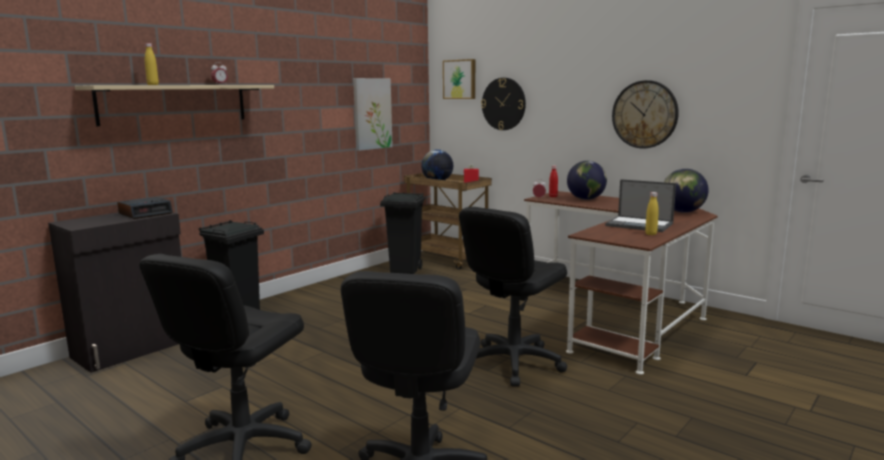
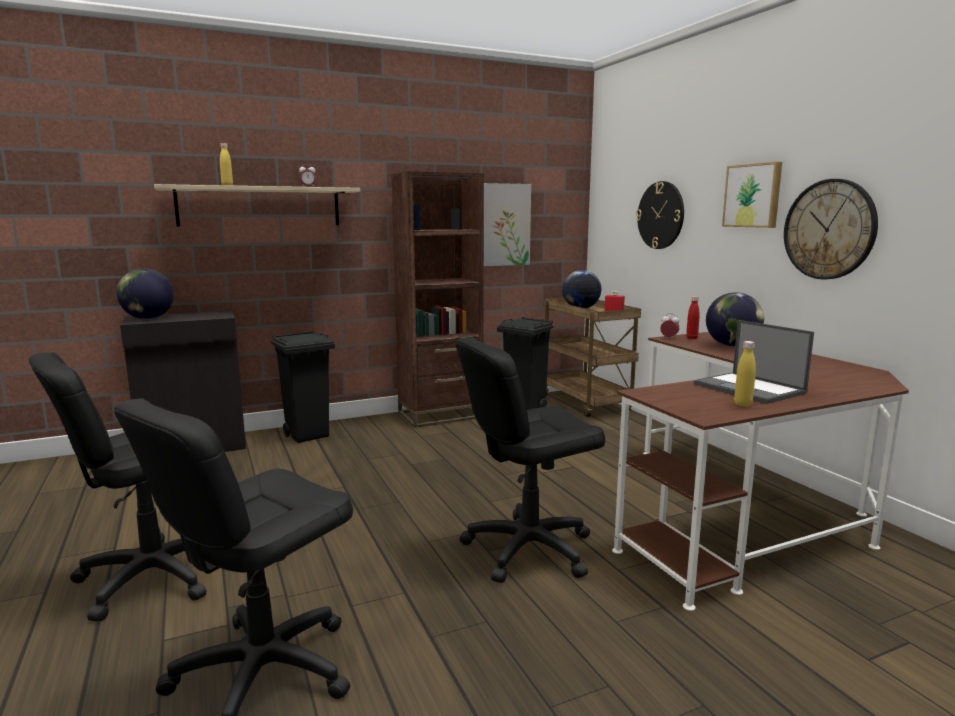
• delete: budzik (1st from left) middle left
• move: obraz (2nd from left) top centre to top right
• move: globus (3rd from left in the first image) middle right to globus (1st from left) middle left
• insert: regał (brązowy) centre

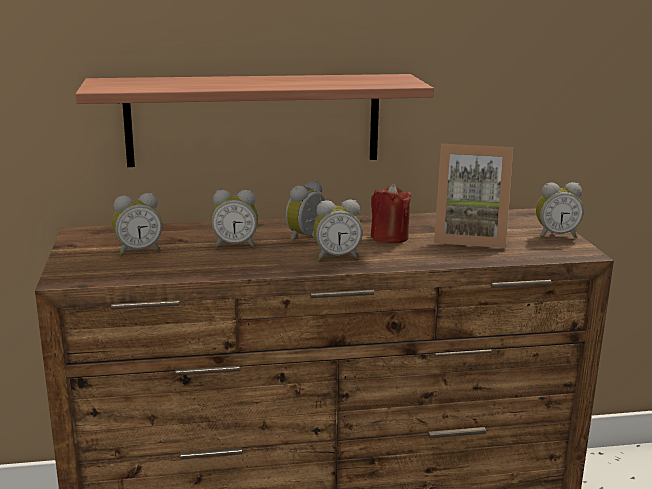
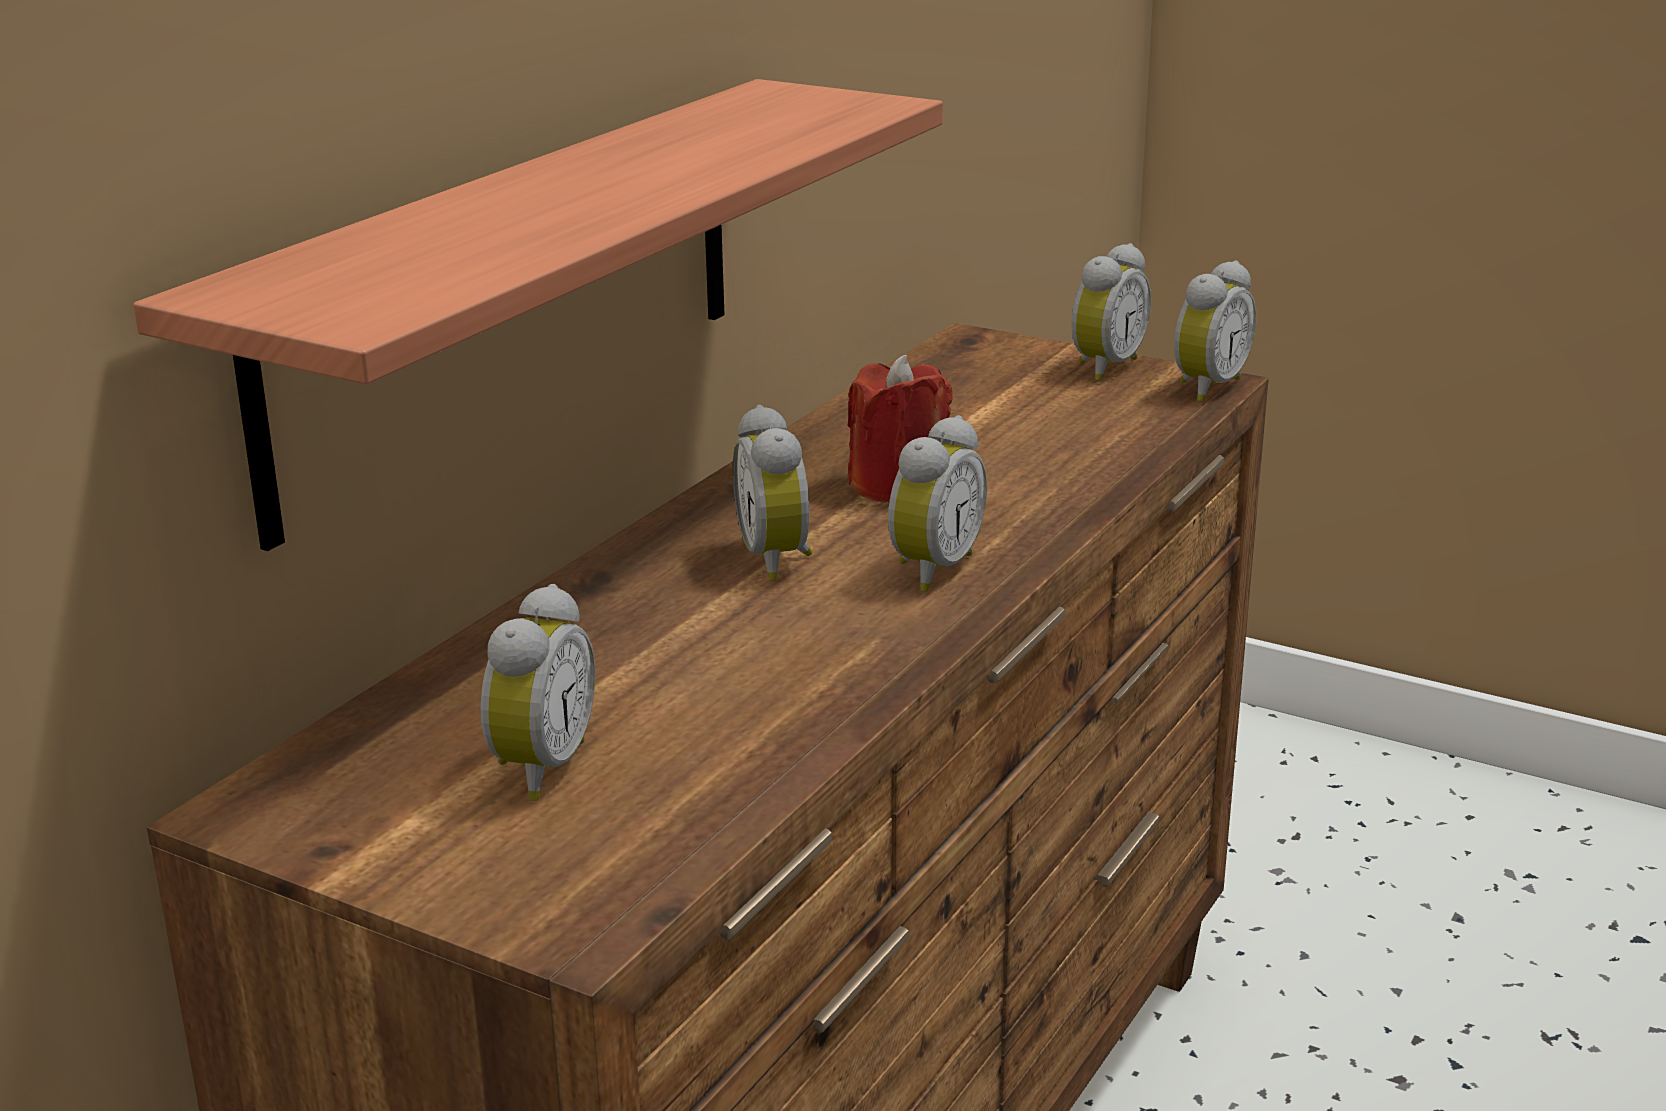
• move: budzik (2nd from left in the first image) centre to budzik (5th from left) top right
• delete: ramka na zdjęcie middle right

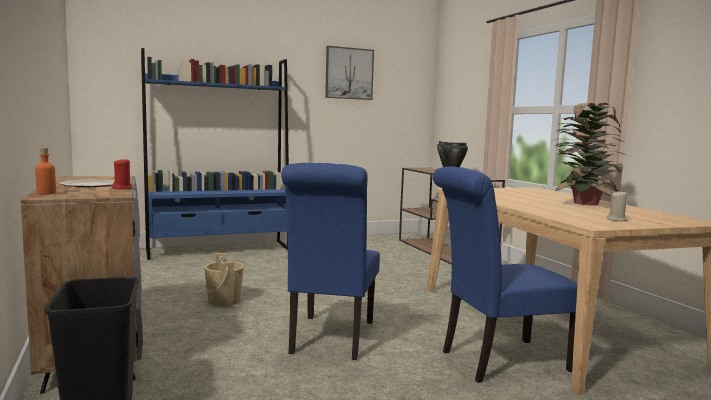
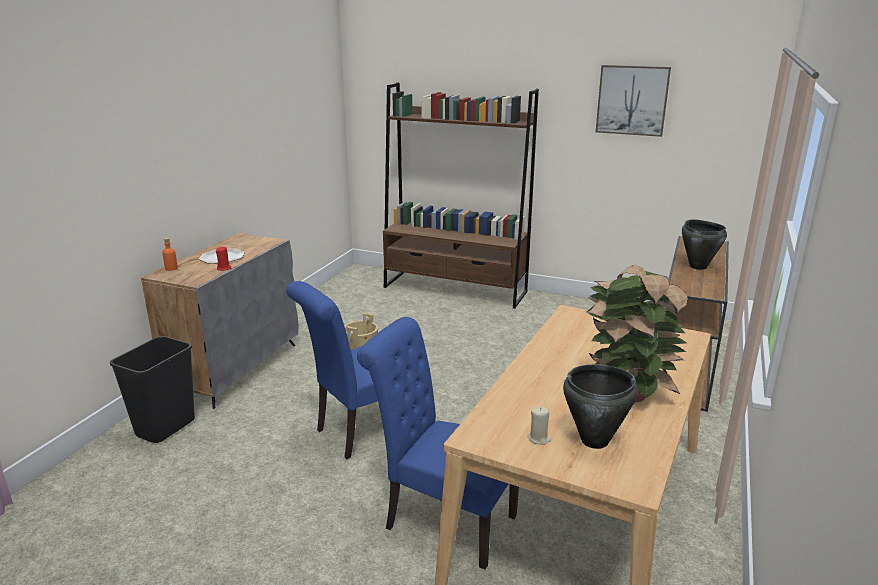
• recolor: regał (niebieski) middle left to regał (brązowy) centre
• insert: garnek (czarny) (1st from left) bottom right

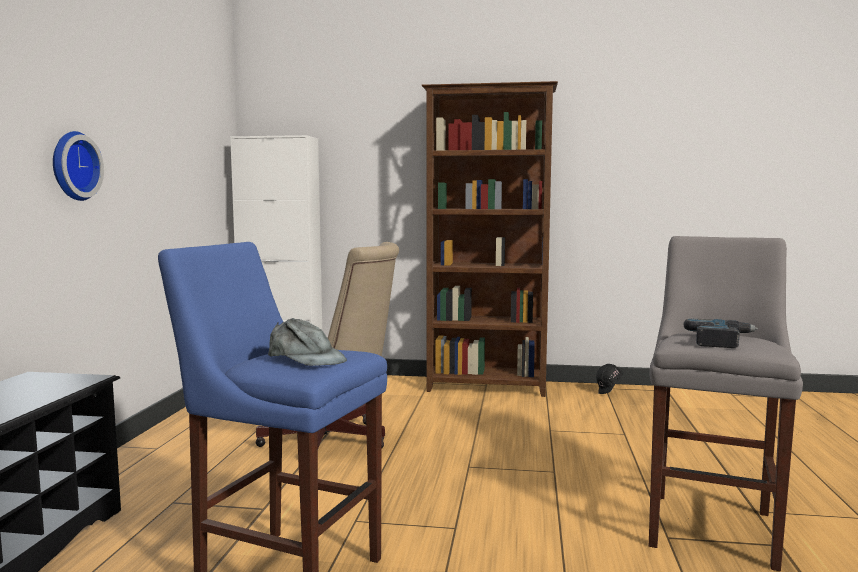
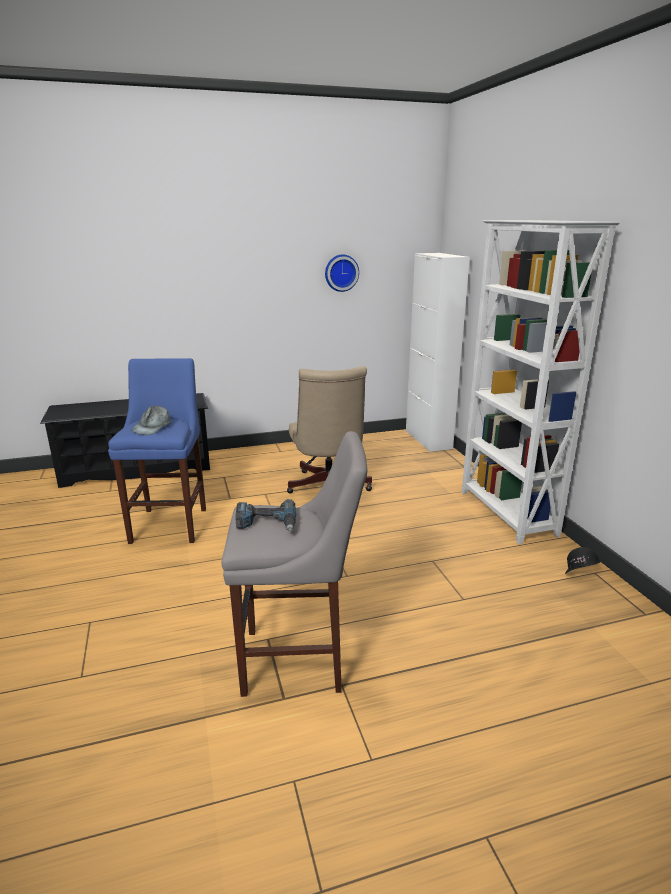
• move: zegar ścienny top left to top centre
• recolor: regał (brązowy) centre to regał (biały) middle right

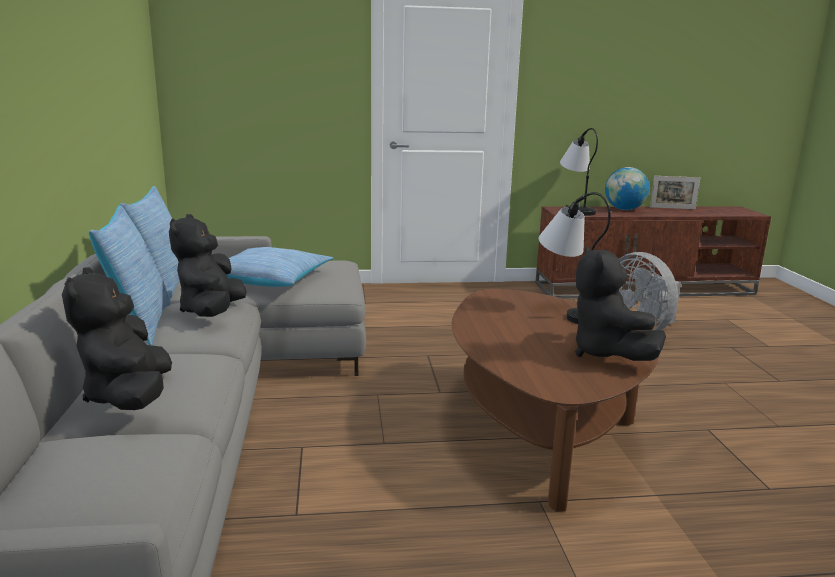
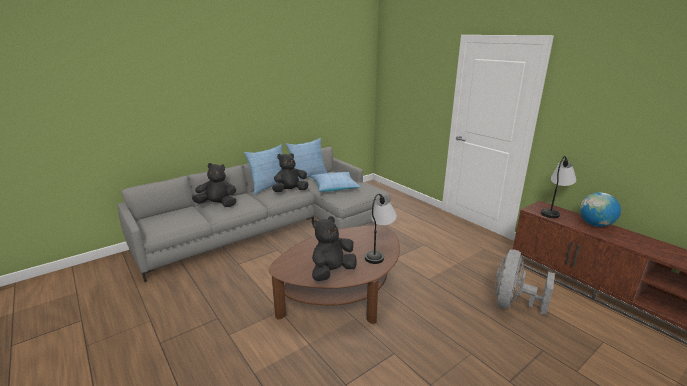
• rotate: pluszak (czarny) (1st from left) middle left = middle left 45 degrees clockwise
• delete: ramka na zdjęcie top right

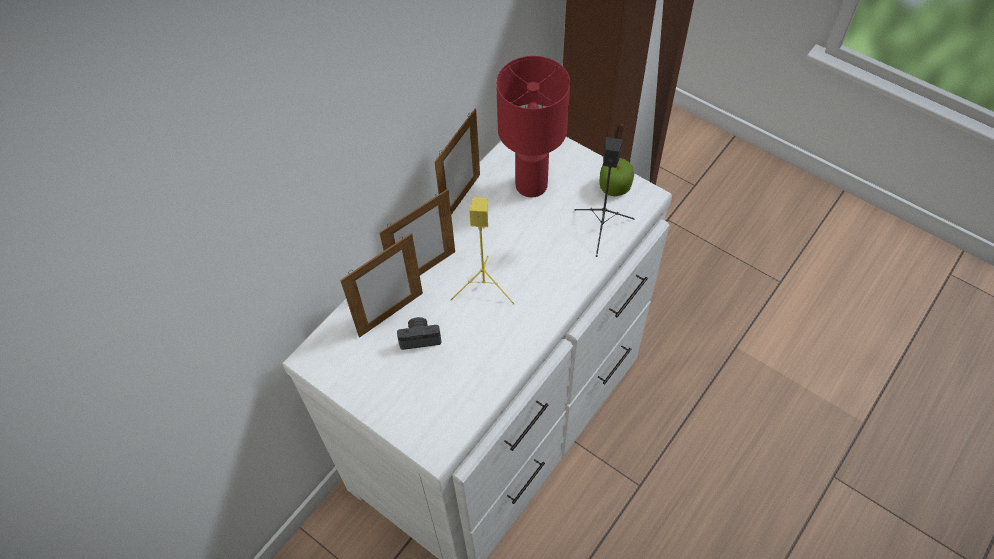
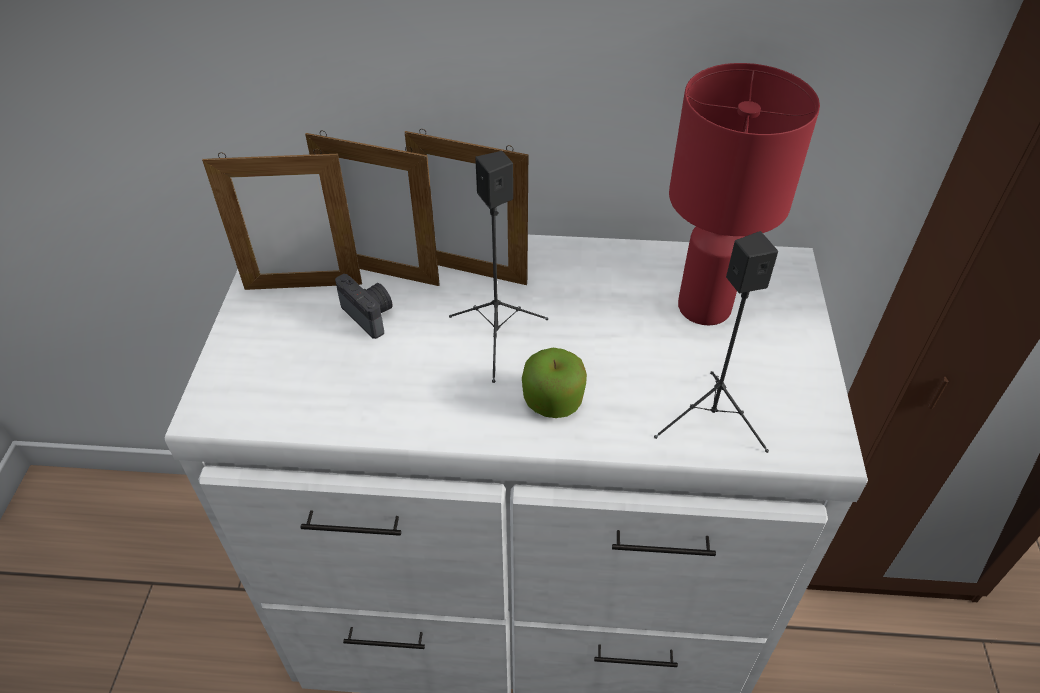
• move: ramka na zdjęcie (3rd from left in the first image) top centre to ramka na zdjęcie (1st from left) top left
• recolor: głośnik (żółty) centre to głośnik (czarny) (1st from left) centre
• move: jabłko top centre to centre

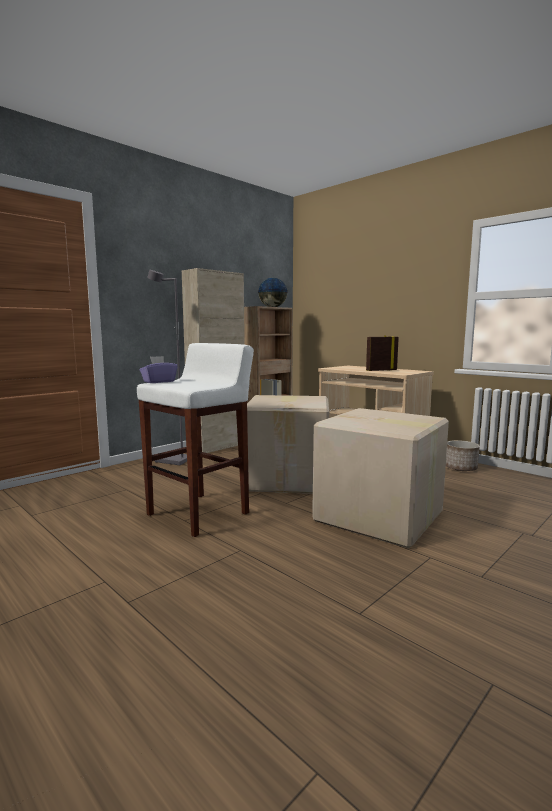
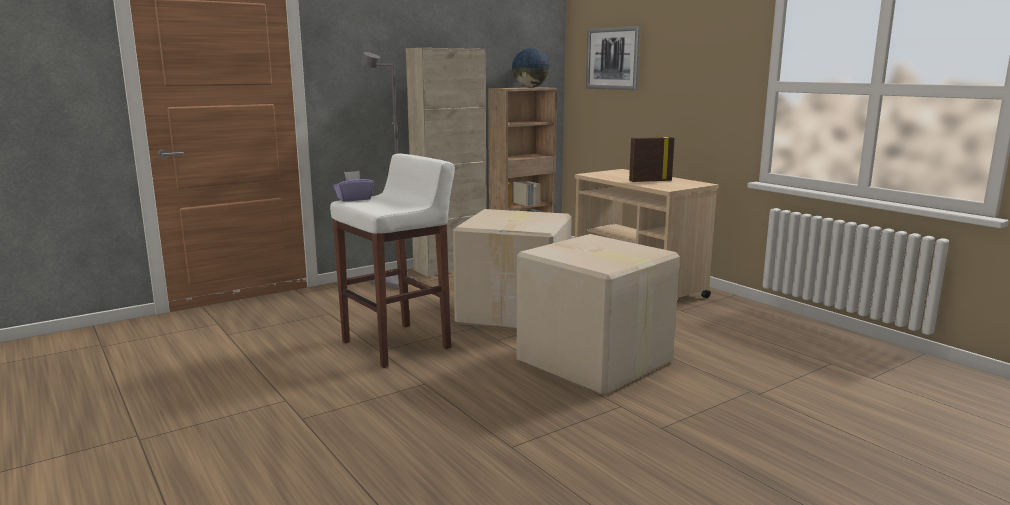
• delete: donica middle right
• insert: obraz top centre

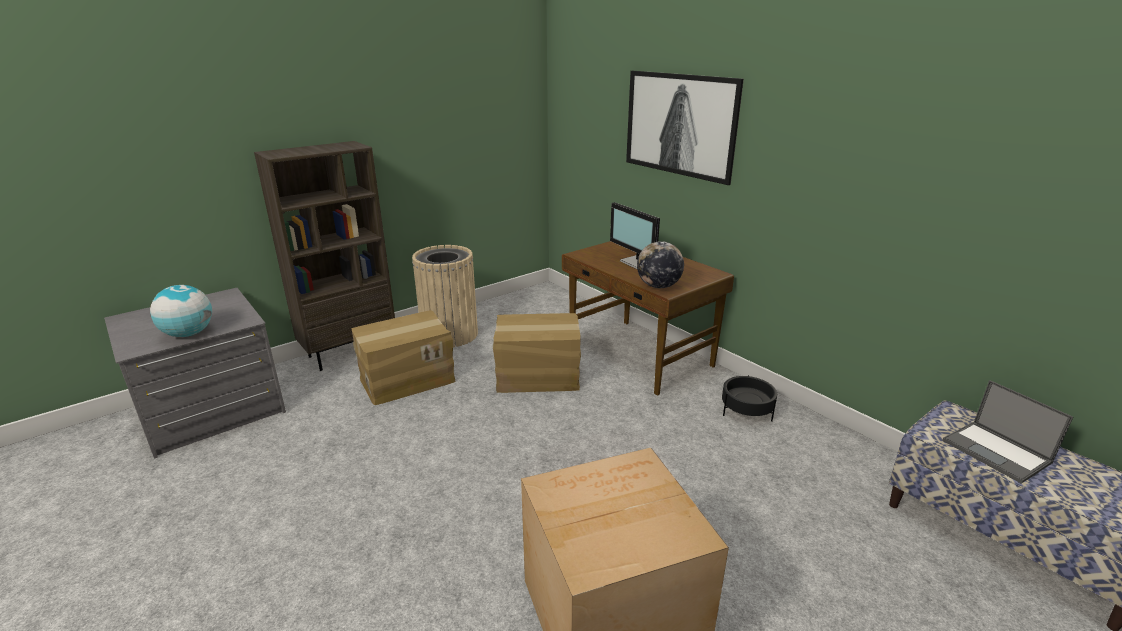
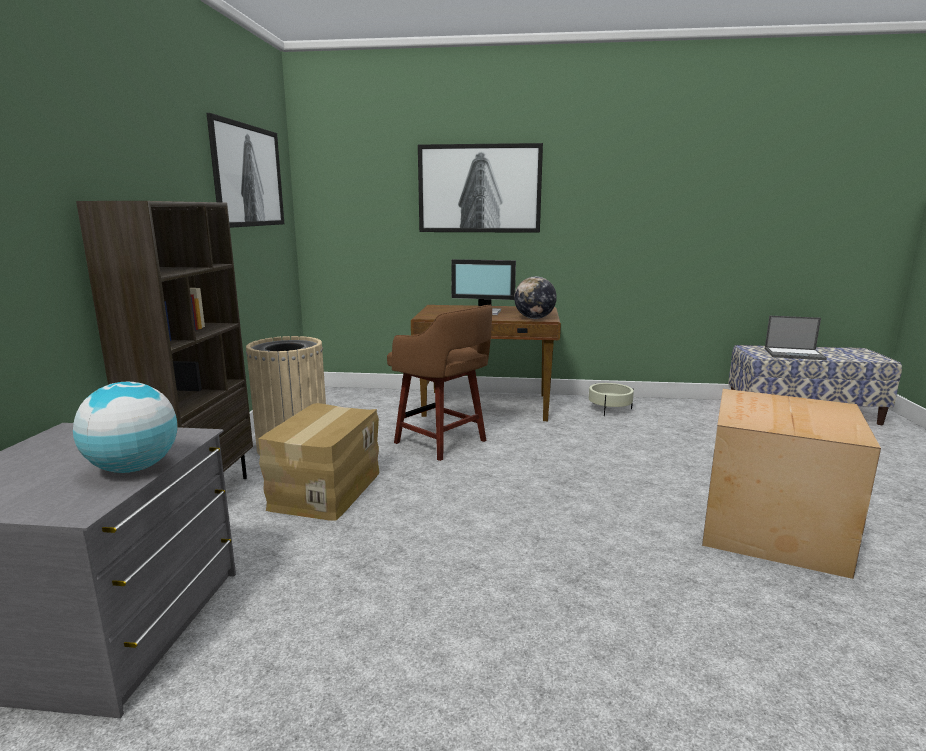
• replace: karton (2nd from left) centre to stołek (brązowy) centre
• recolor: donica (czarny) middle right to donica (beżowy) centre
• insert: obraz (1st from left) top left

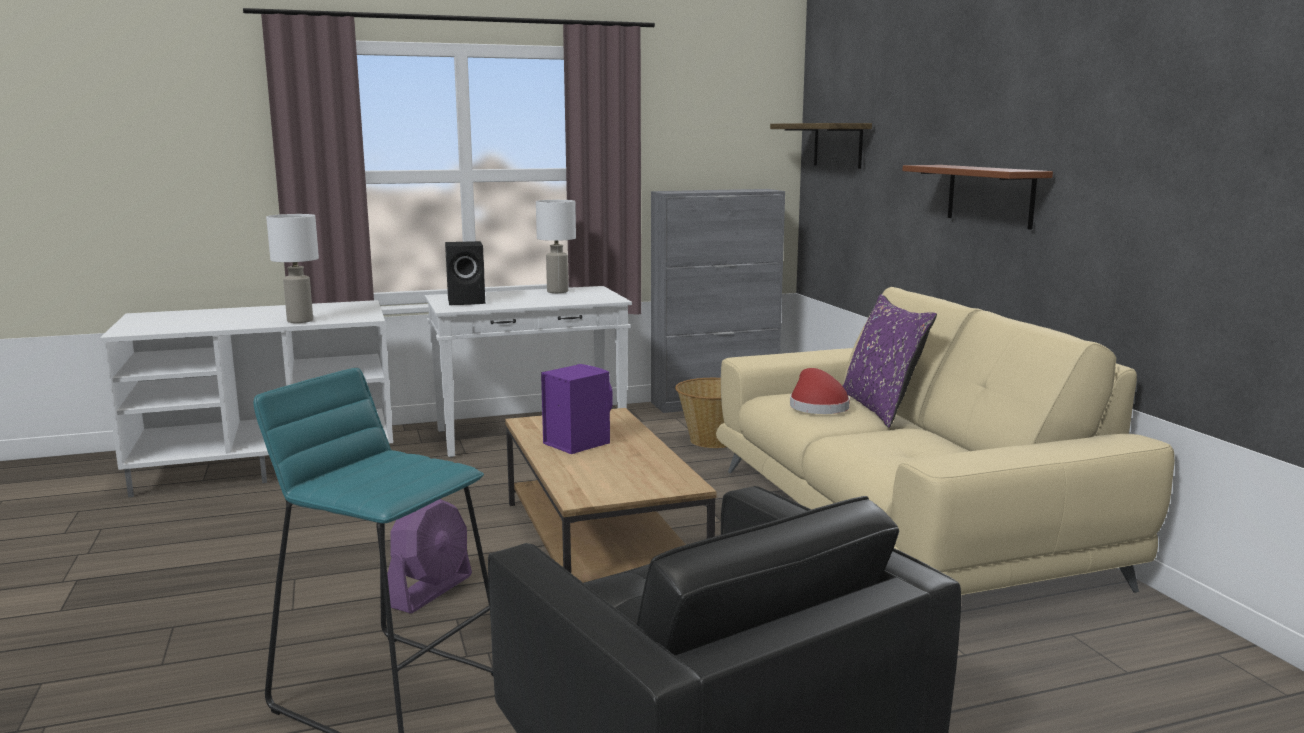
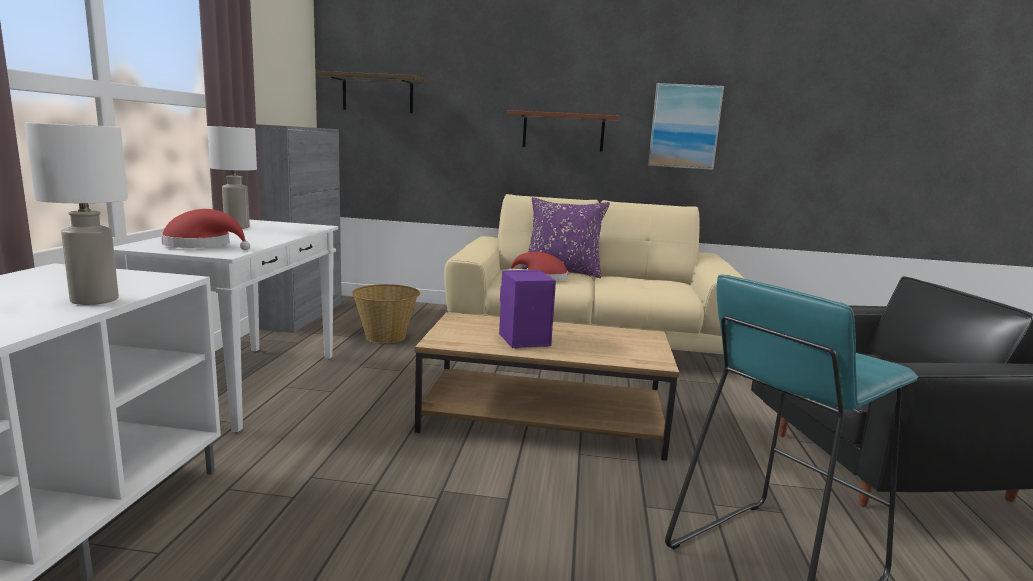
• delete: wentylator (fioletowy) bottom left
• replace: głośnik (czarny) centre to kapelusz (czerwony) (1st from left) middle left
• insert: obraz top centre

